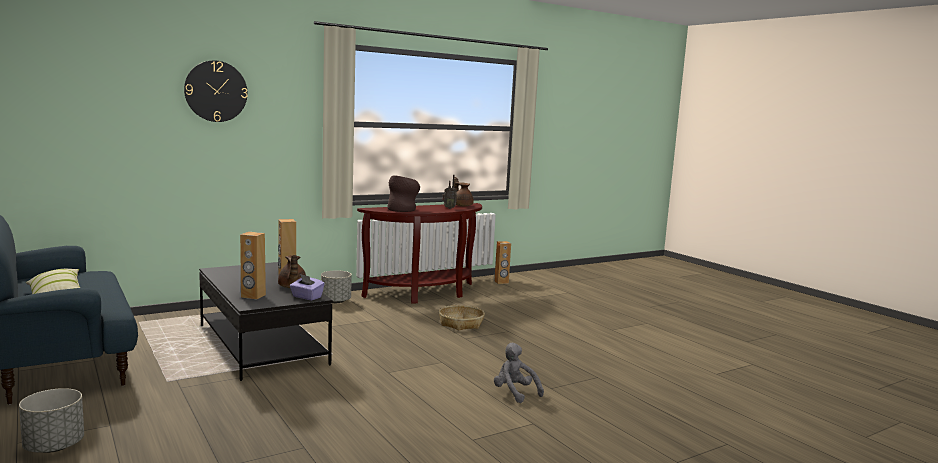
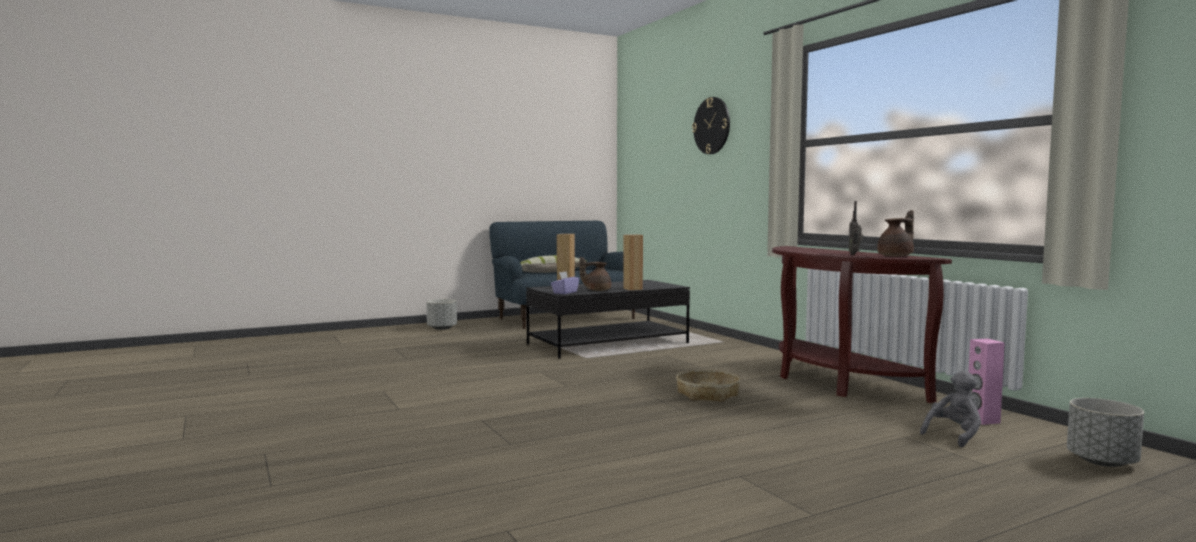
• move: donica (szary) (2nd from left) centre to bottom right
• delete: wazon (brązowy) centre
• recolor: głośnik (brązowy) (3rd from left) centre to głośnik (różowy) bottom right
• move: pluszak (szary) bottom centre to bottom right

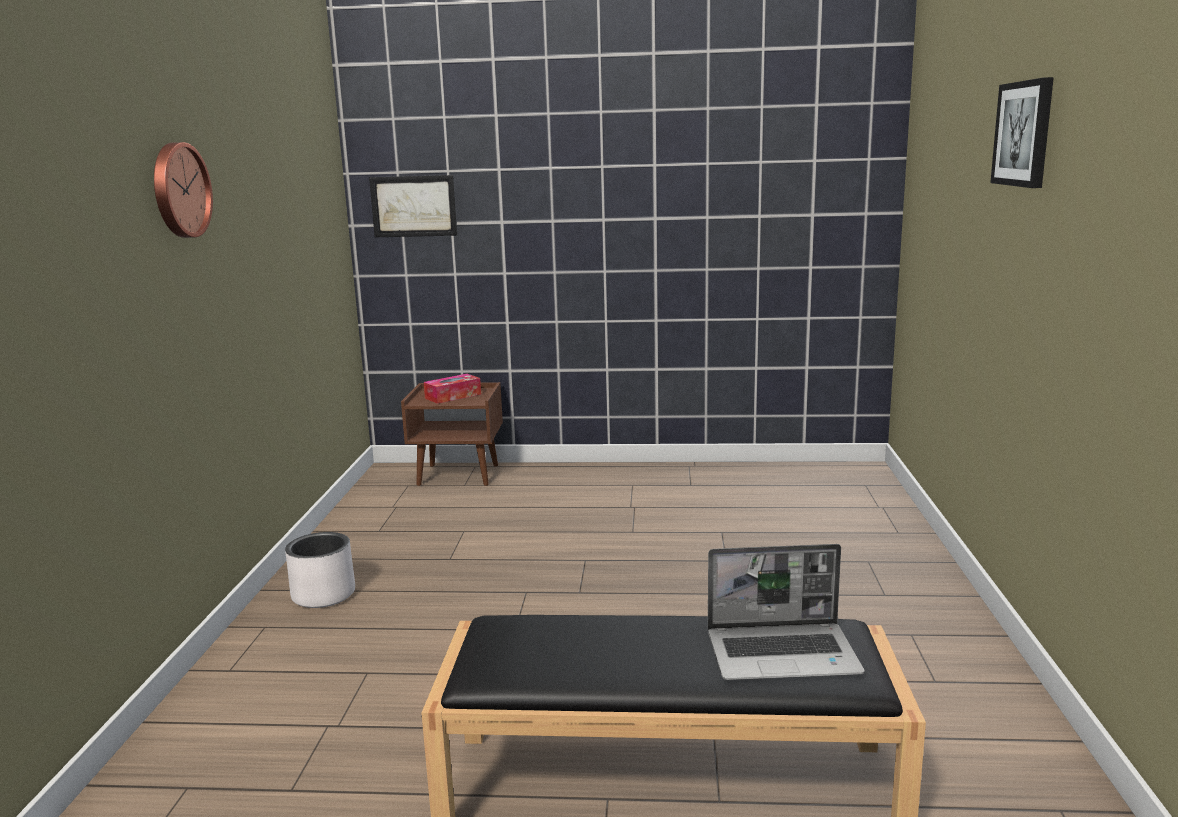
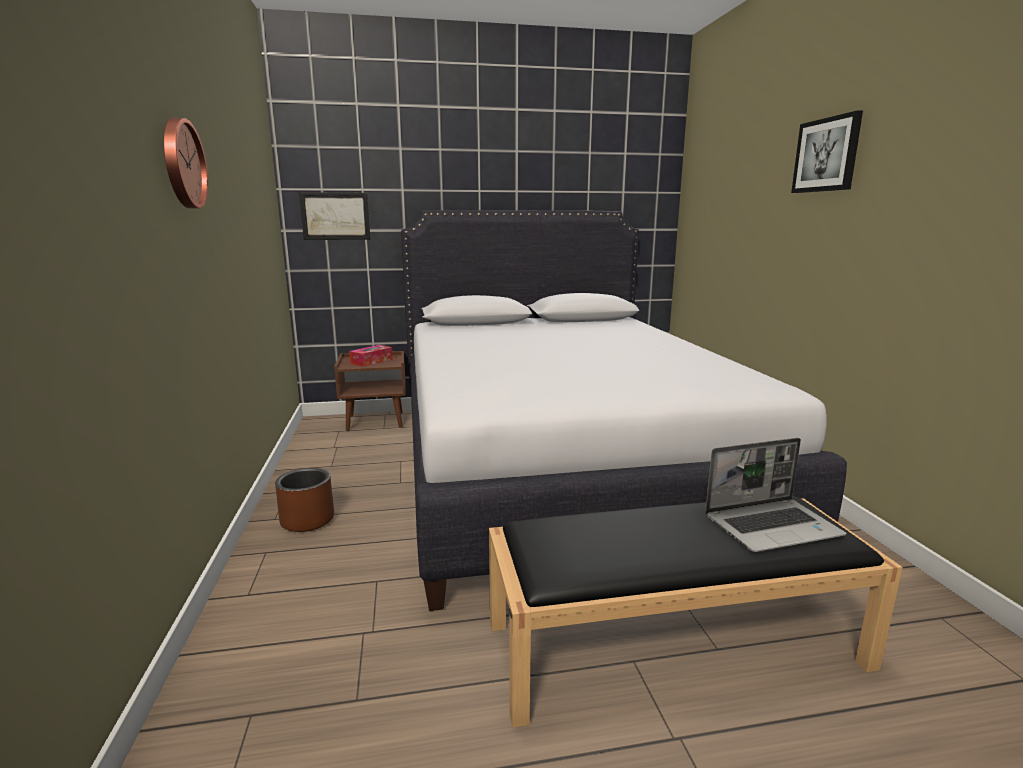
• recolor: donica (biały) bottom left to donica (brązowy) middle left
• insert: łóżko (biały) centre

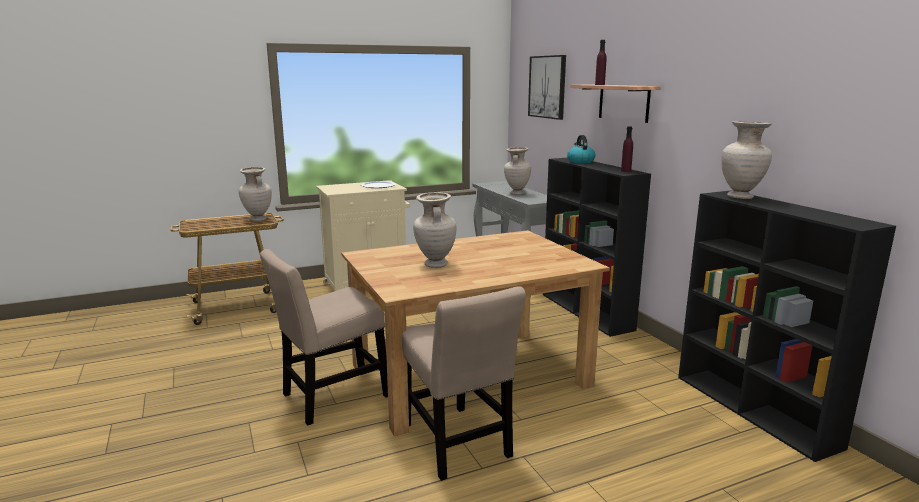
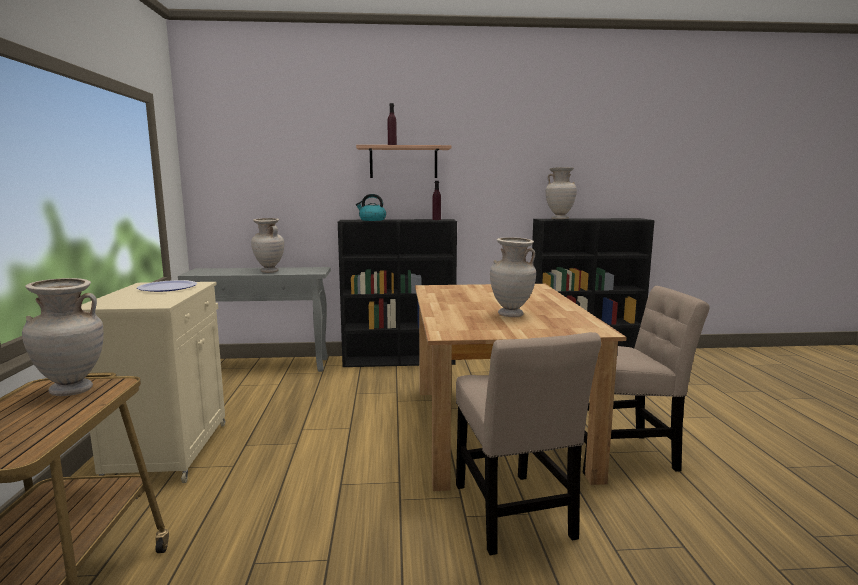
• delete: obraz top centre

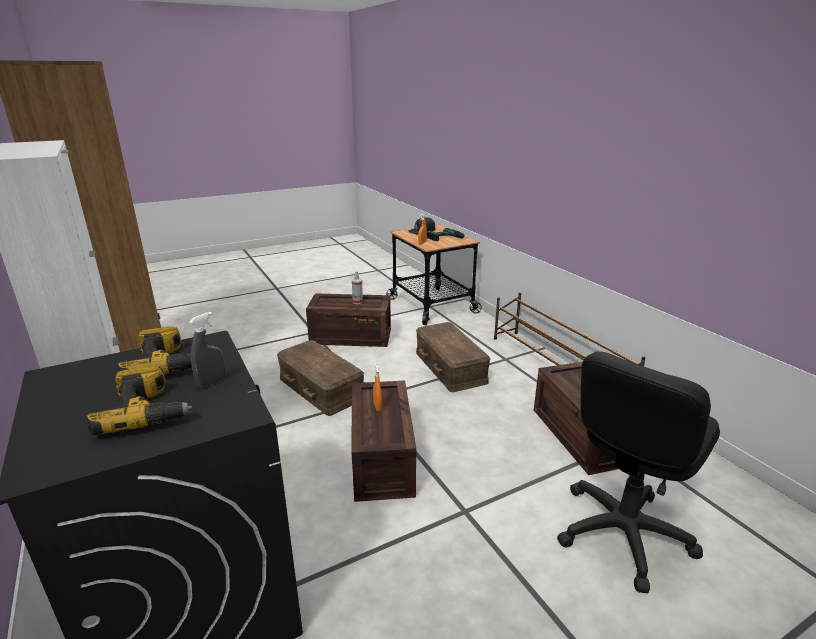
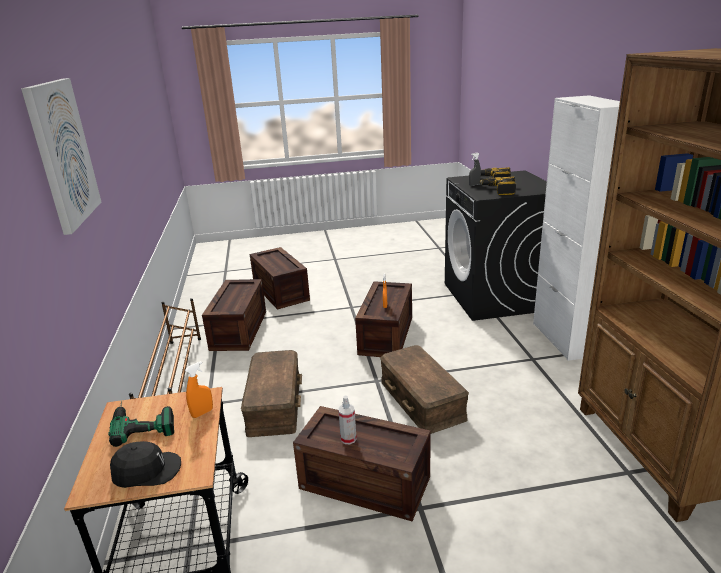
• replace: krzesło biurowe (czarny) bottom right to skrzynka (2nd from left) centre
• insert: obraz top left

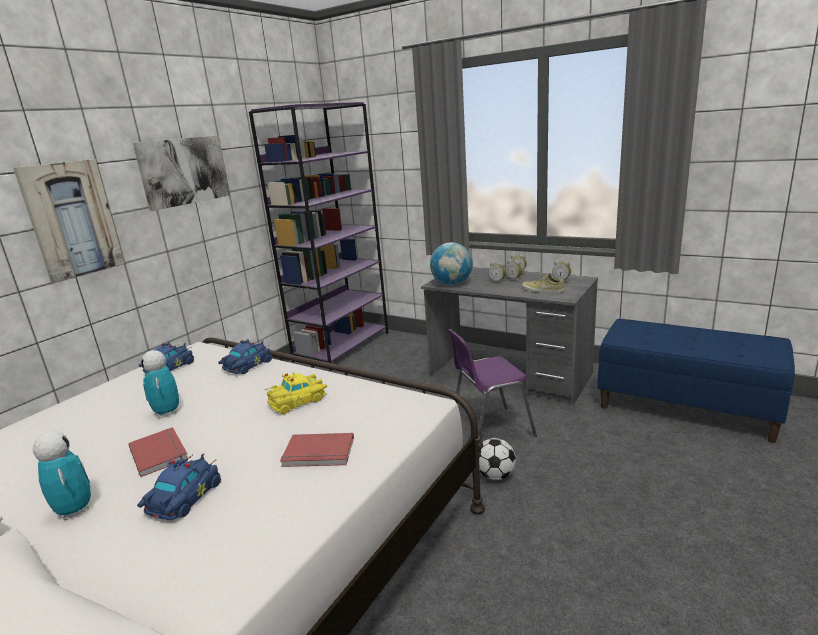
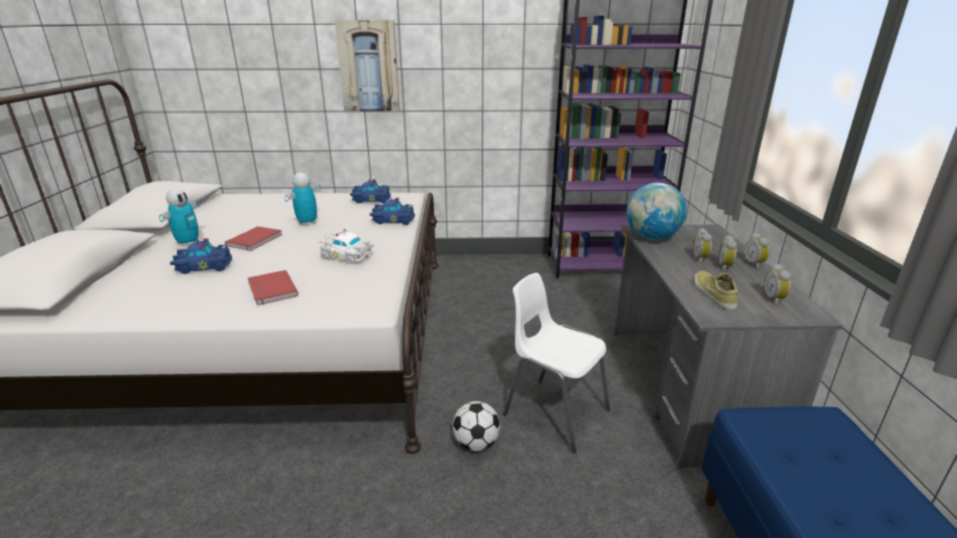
• delete: obraz (2nd from left) top left
• recolor: samochodzik (żółty) centre to samochodzik (biały) centre
• recolor: krzesło (fioletowy) centre to krzesło (biały) bottom centre

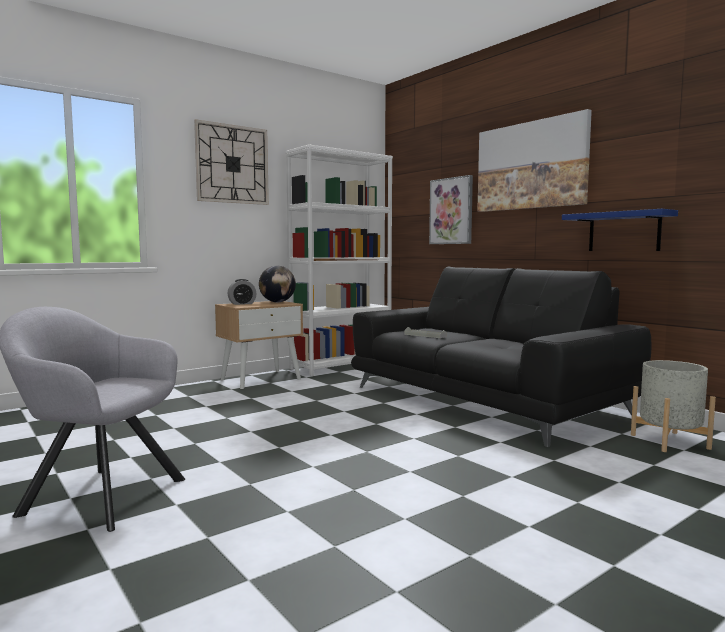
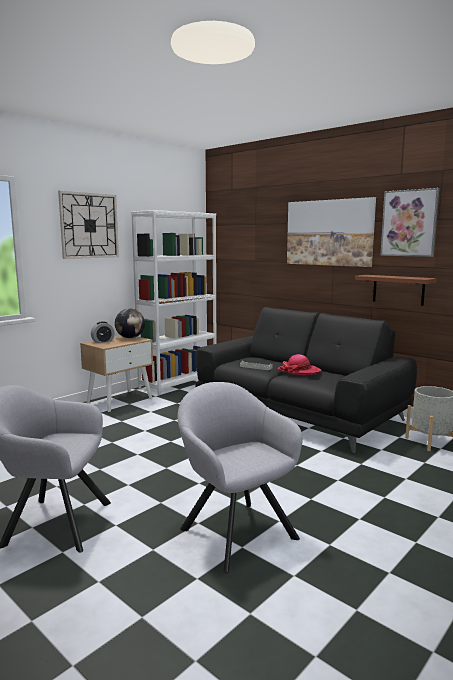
• move: obraz (1st from left in the first image) top centre to obraz (2nd from left) top right
• recolor: półka (niebieski) middle right to półka (brązowy) middle right
• insert: fotel (szary) (2nd from left) bottom centre
• insert: kapelusz centre

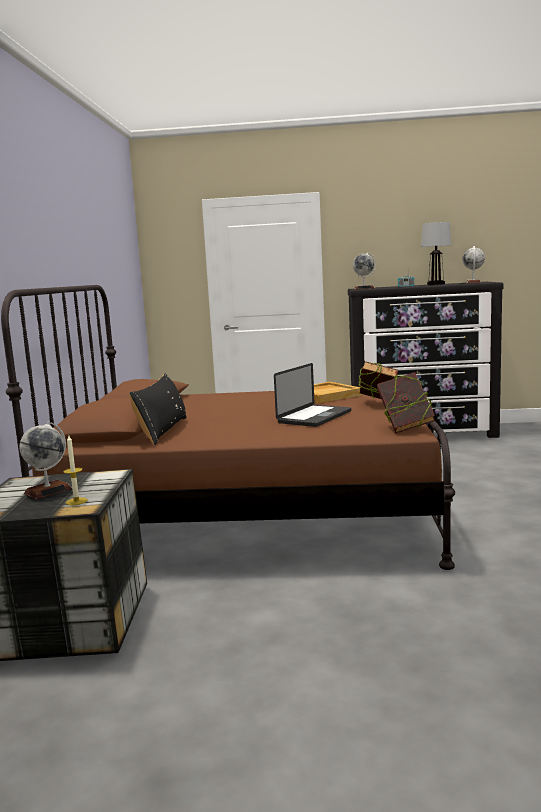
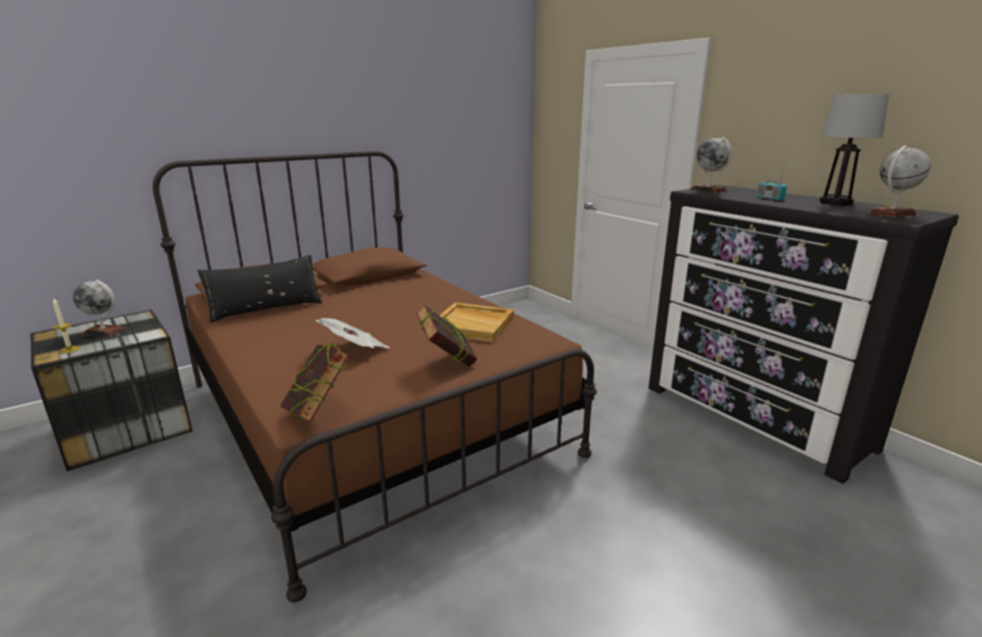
• replace: laptop centre to gazeta centre

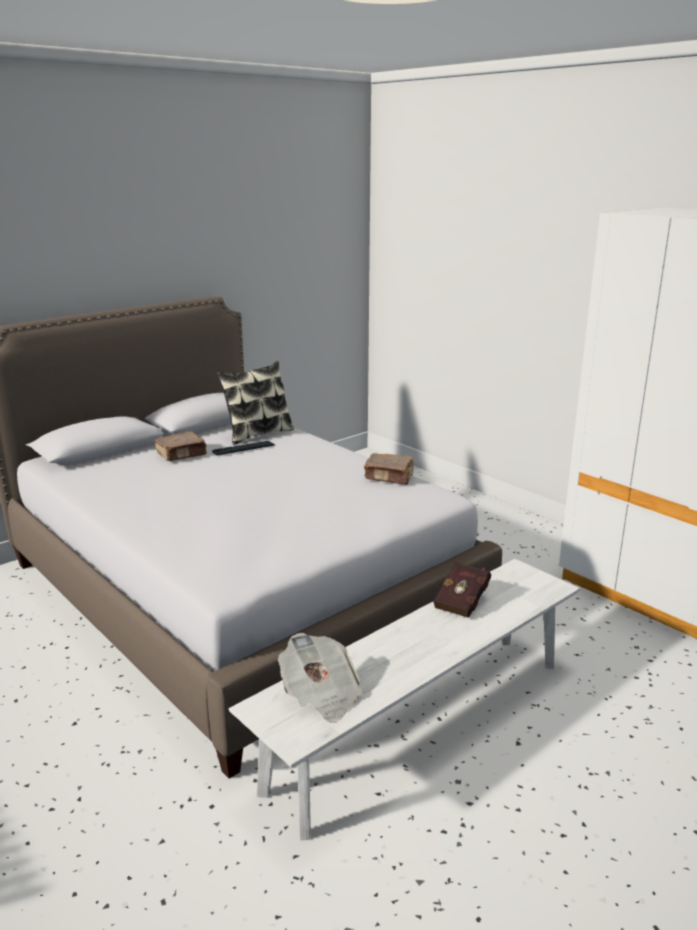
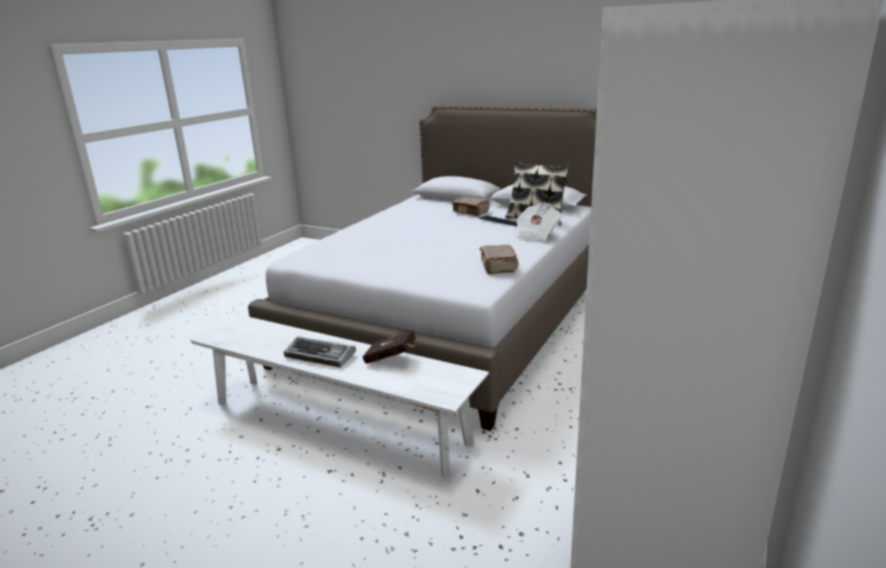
• move: gazeta bottom centre to centre
• insert: klawiatura (1st from left) centre

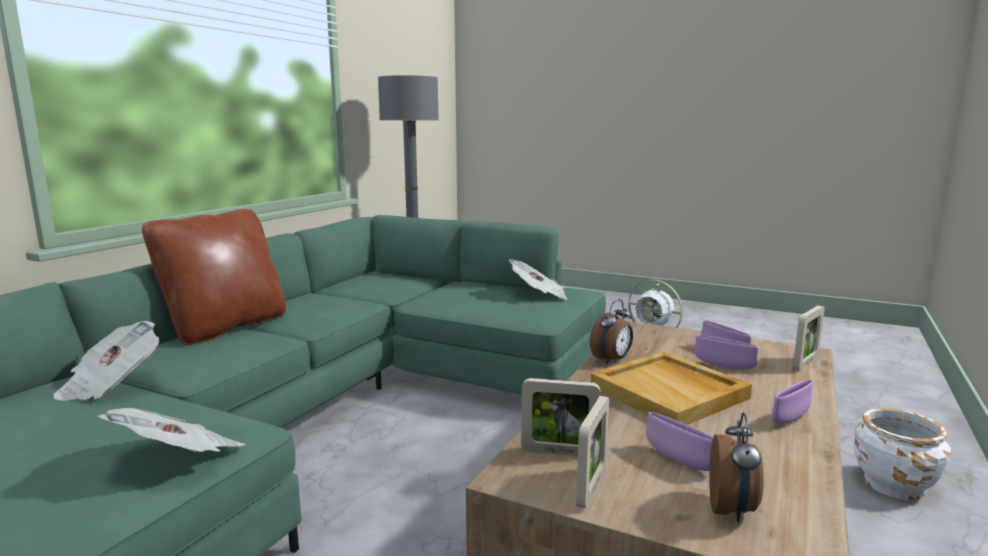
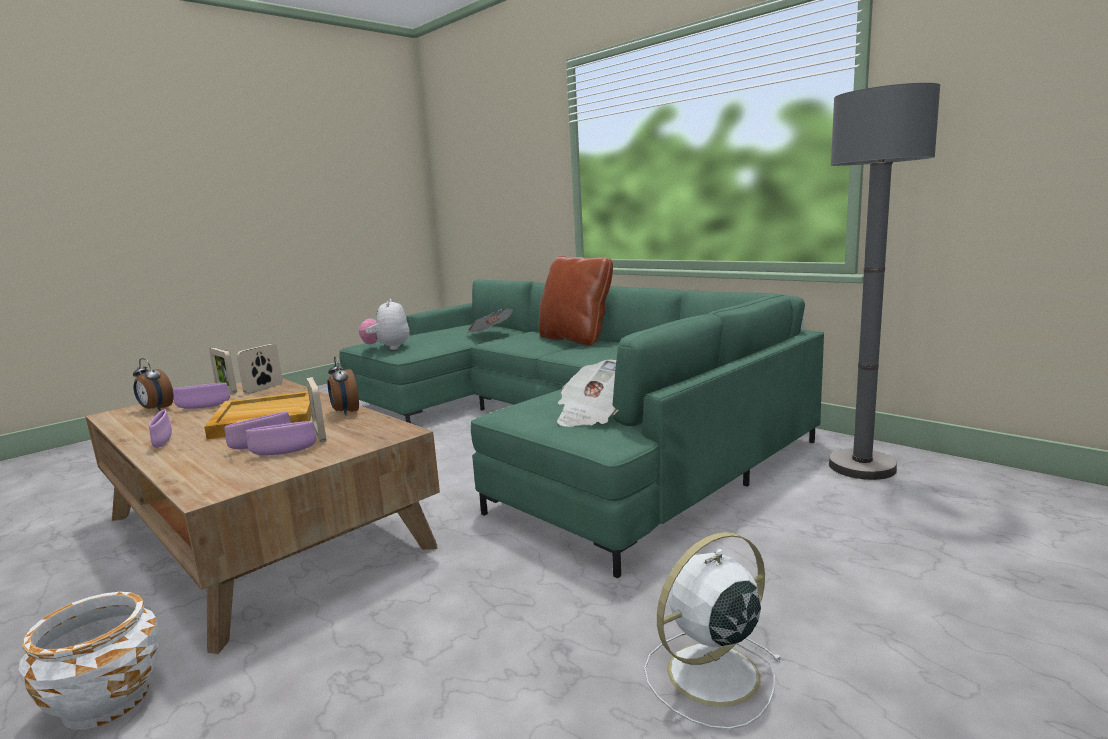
• replace: gazeta (2nd from left) bottom left to pluszak centre
• move: ramka na zdjęcie (3rd from left) middle right to middle left

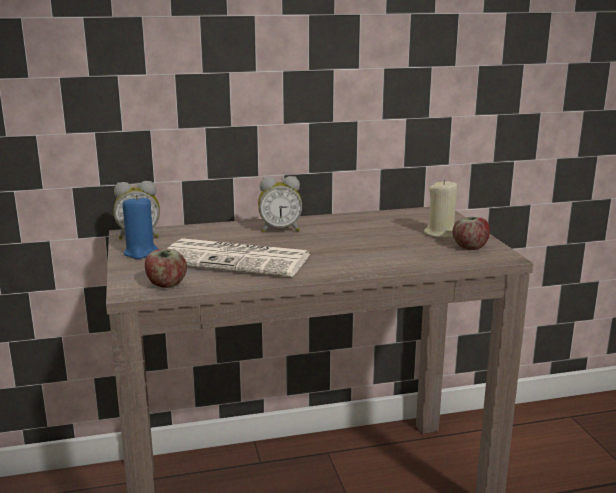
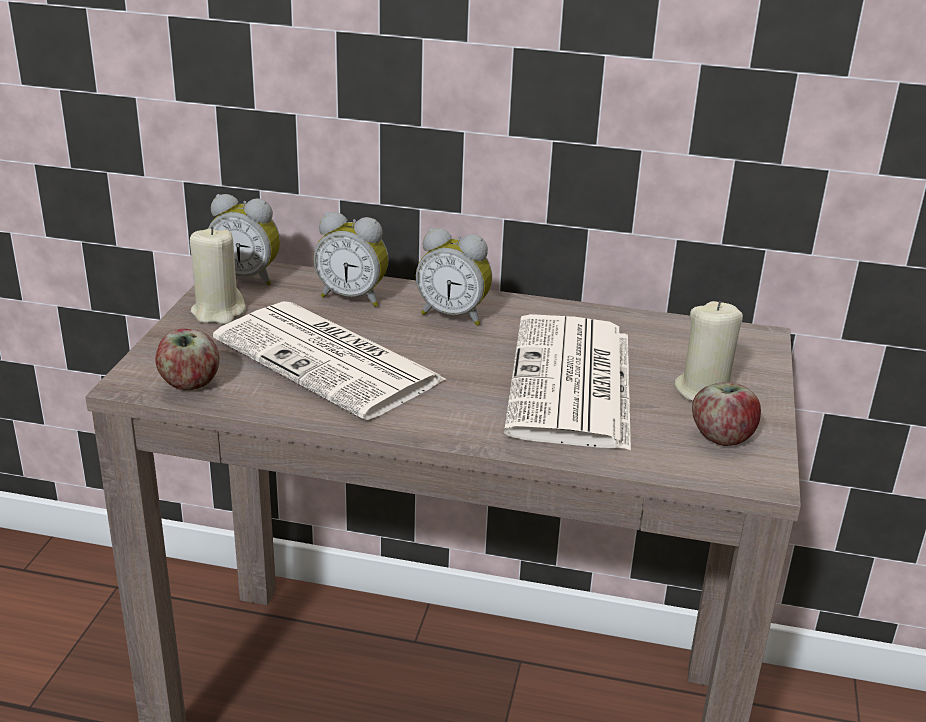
• recolor: świeca (niebieski) middle left to świeca (beżowy) (1st from left) middle left
• insert: budzik (2nd from left) centre
• insert: gazeta (2nd from left) centre

